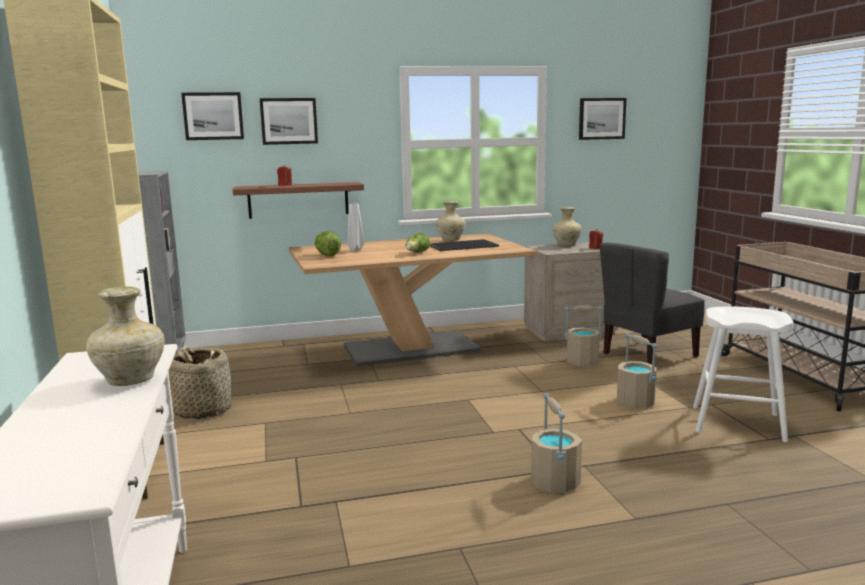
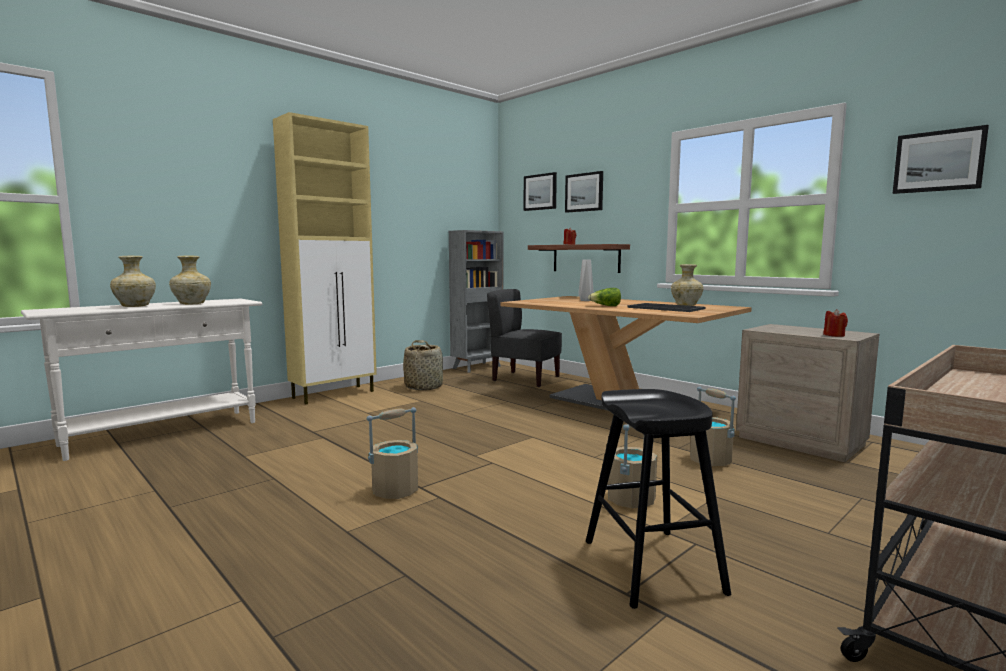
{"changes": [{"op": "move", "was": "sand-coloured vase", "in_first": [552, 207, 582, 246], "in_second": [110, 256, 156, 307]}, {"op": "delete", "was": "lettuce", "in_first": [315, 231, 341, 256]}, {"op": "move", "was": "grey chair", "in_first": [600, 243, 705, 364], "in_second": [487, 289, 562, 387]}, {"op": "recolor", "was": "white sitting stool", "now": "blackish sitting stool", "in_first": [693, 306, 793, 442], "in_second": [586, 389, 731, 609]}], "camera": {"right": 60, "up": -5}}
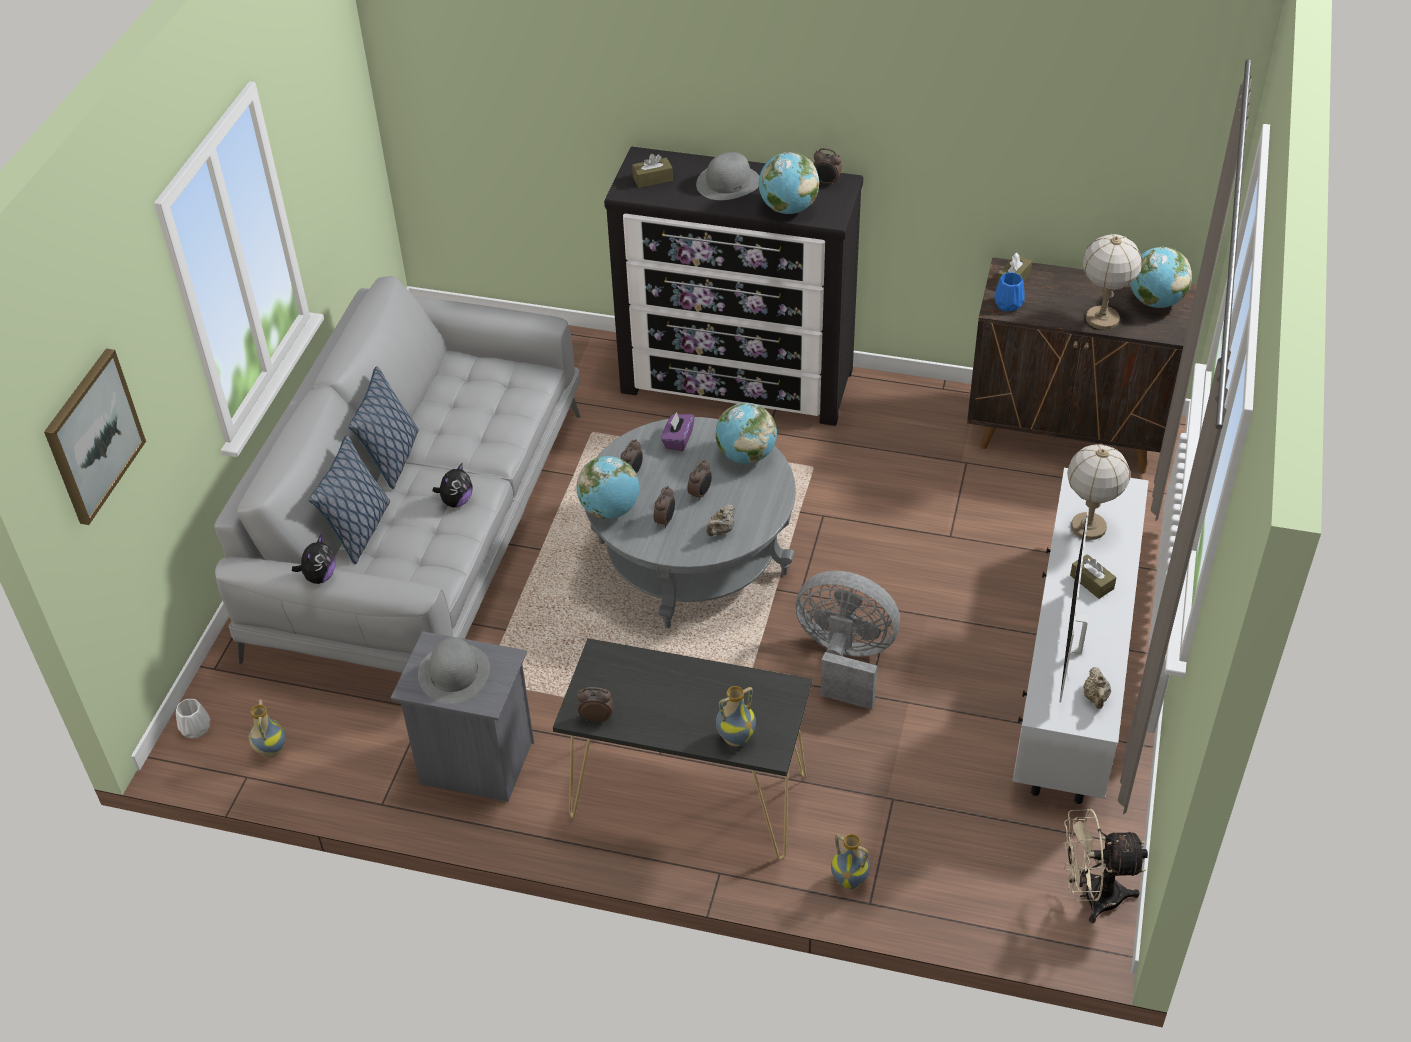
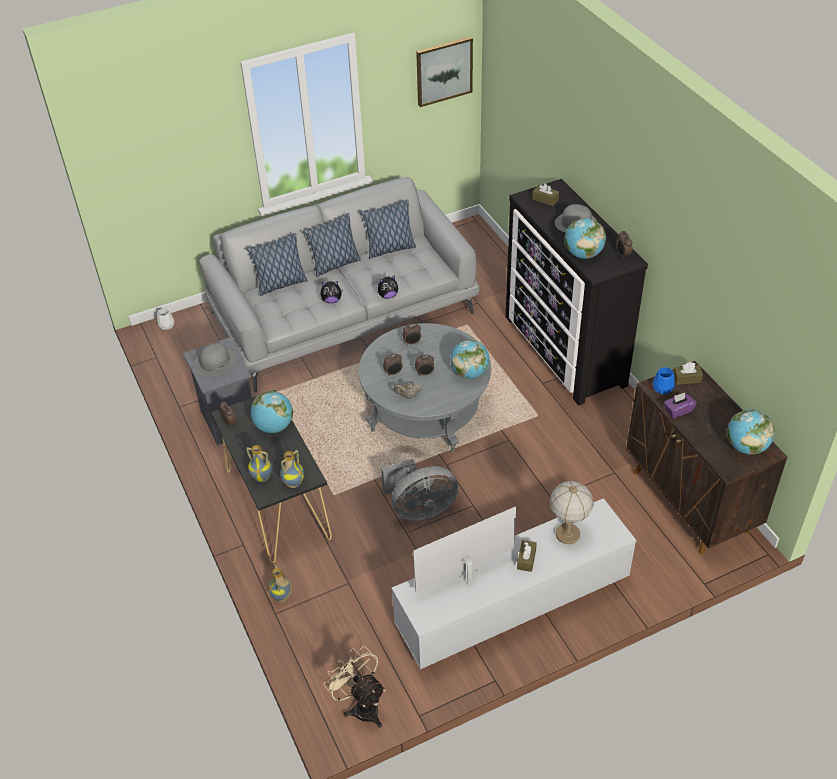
{"changes": [{"op": "delete", "was": "tabletop lamp", "in_first": [1083, 234, 1142, 330]}, {"op": "move", "was": "picture", "in_first": [44, 348, 146, 525], "in_second": [416, 36, 473, 107]}, {"op": "move", "was": "purple-coloured box of tissues", "in_first": [661, 412, 694, 451], "in_second": [664, 393, 696, 418]}, {"op": "move", "was": "world globe", "in_first": [576, 456, 639, 519], "in_second": [251, 391, 293, 433]}, {"op": "move", "was": "soft toy", "in_first": [292, 535, 335, 584], "in_second": [378, 275, 398, 299]}, {"op": "rotate", "was": "grey electric fan", "in_first": [796, 571, 900, 709], "in_second": [381, 459, 459, 521], "clockwise": 90}, {"op": "delete", "was": "sand-coloured pot for tea", "in_first": [1083, 667, 1111, 709]}, {"op": "move", "was": "vase", "in_first": [249, 699, 286, 758], "in_second": [280, 450, 304, 488]}, {"op": "insert", "now": "cushion", "in_second": [360, 200, 416, 259]}], "camera": {"right": 50, "up": 0}}
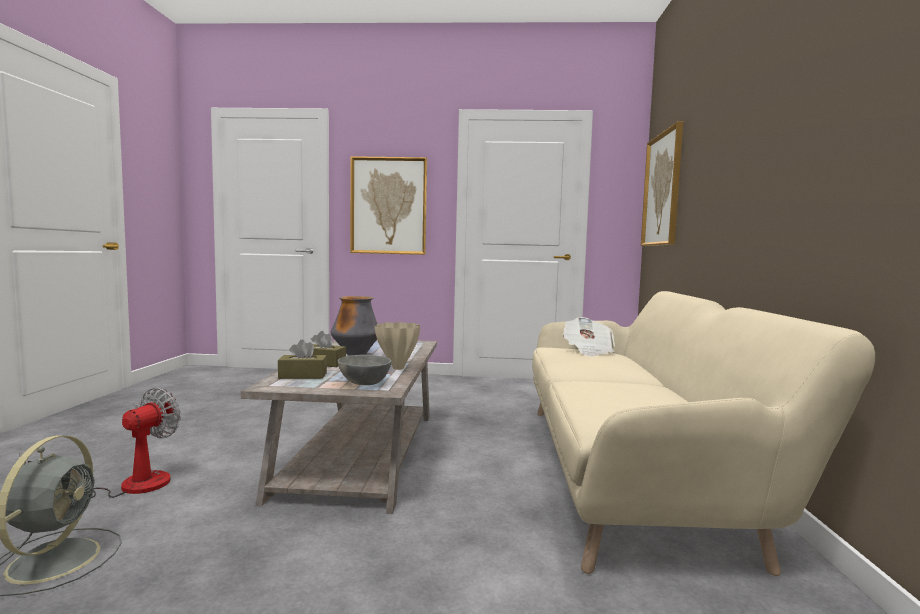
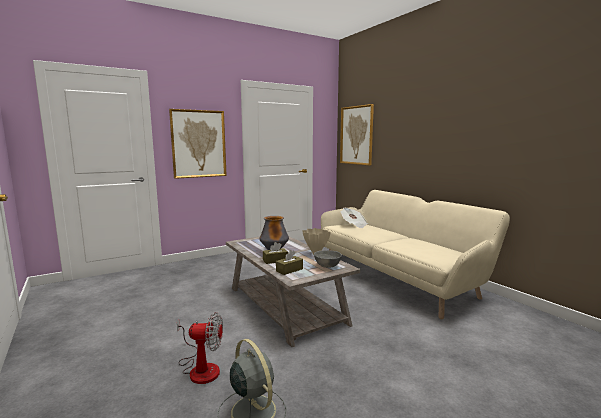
{"changes": [{"op": "rotate", "was": "electric fan", "in_first": [19, 388, 181, 498], "in_second": [177, 312, 223, 384], "clockwise": 105}], "camera": {"right": -35, "up": 5}}
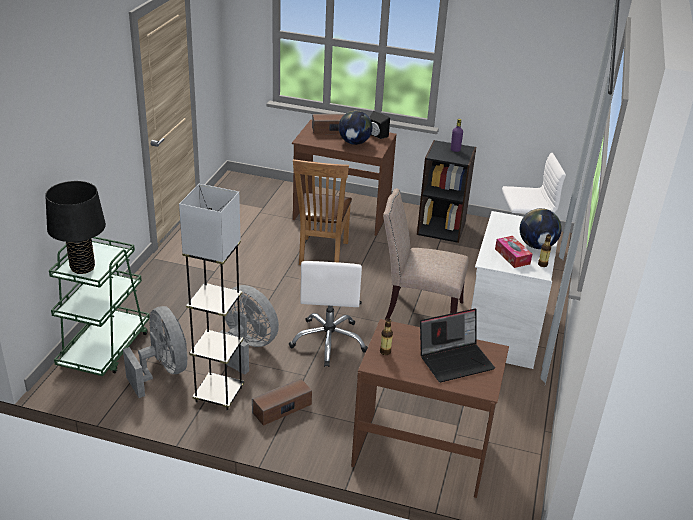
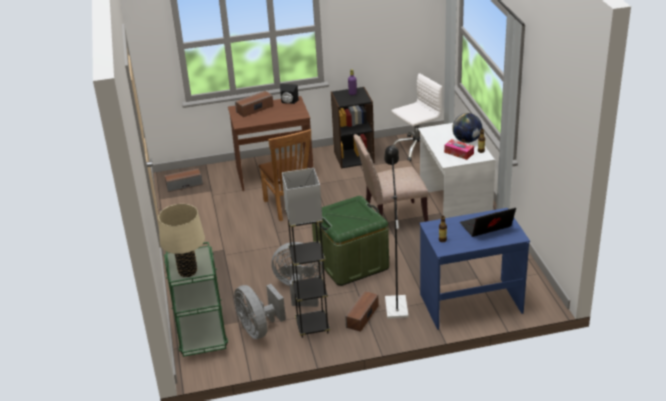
{"changes": [{"op": "delete", "was": "world globe", "in_first": [339, 110, 372, 145]}, {"op": "recolor", "was": "blackish tabletop lamp", "now": "sand-coloured tabletop lamp", "in_first": [45, 181, 106, 274], "in_second": [158, 204, 205, 277]}, {"op": "replace", "was": "white office chair", "now": "greenish storage container", "in_first": [289, 261, 368, 367], "in_second": [312, 196, 389, 286]}, {"op": "rotate", "was": "grey electric fan", "in_first": [123, 306, 188, 398], "in_second": [234, 284, 286, 339], "clockwise": -150}, {"op": "rotate", "was": "notebook computer", "in_first": [420, 309, 495, 383], "in_second": [460, 208, 516, 237], "clockwise": -150}, {"op": "recolor", "was": "brown desk", "now": "blue-coloured desk", "in_first": [351, 319, 509, 498], "in_second": [419, 208, 530, 330]}, {"op": "insert", "now": "blackish floor lamp", "in_second": [384, 145, 408, 319]}, {"op": "insert", "now": "speaker", "in_second": [164, 168, 203, 192]}], "camera": {"right": -25, "up": 0}}
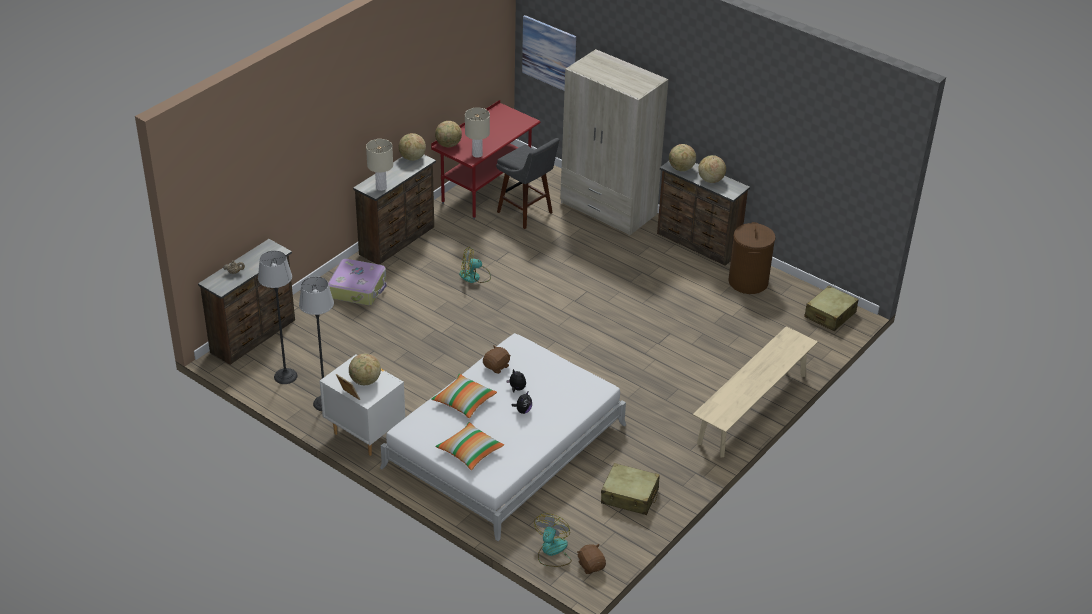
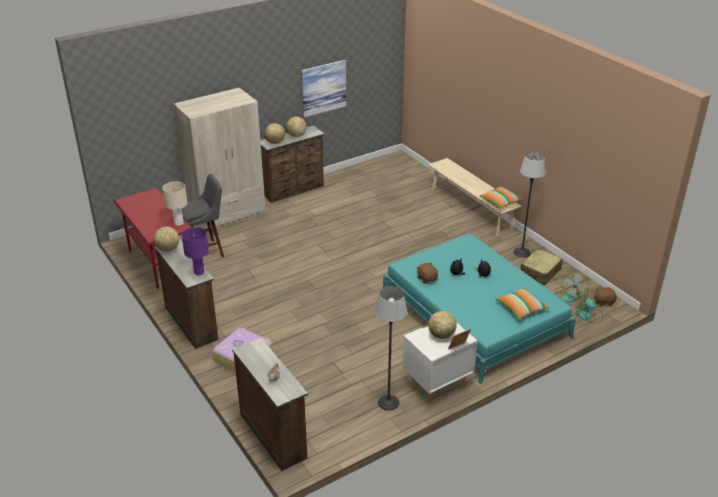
{"changes": [{"op": "move", "was": "picture", "in_first": [522, 15, 577, 91], "in_second": [302, 60, 346, 118]}, {"op": "delete", "was": "world globe", "in_first": [435, 121, 462, 147]}, {"op": "recolor", "was": "sand-coloured tabletop lamp", "now": "purple-coloured tabletop lamp", "in_first": [366, 139, 393, 191], "in_second": [182, 227, 209, 275]}, {"op": "delete", "was": "brown laundry basket", "in_first": [728, 222, 776, 294]}, {"op": "move", "was": "electric fan", "in_first": [459, 247, 491, 283], "in_second": [555, 272, 589, 302]}, {"op": "move", "was": "floor lamp", "in_first": [258, 251, 298, 384], "in_second": [513, 152, 546, 258]}, {"op": "delete", "was": "sand-coloured piece of luggage", "in_first": [804, 285, 859, 331]}, {"op": "recolor", "was": "white sleeping bed", "now": "blue-green sleeping bed", "in_first": [380, 333, 626, 541], "in_second": [383, 234, 576, 384]}, {"op": "move", "was": "cushion", "in_first": [431, 374, 497, 418], "in_second": [479, 186, 523, 209]}], "camera": {"right": -70, "up": -5}}
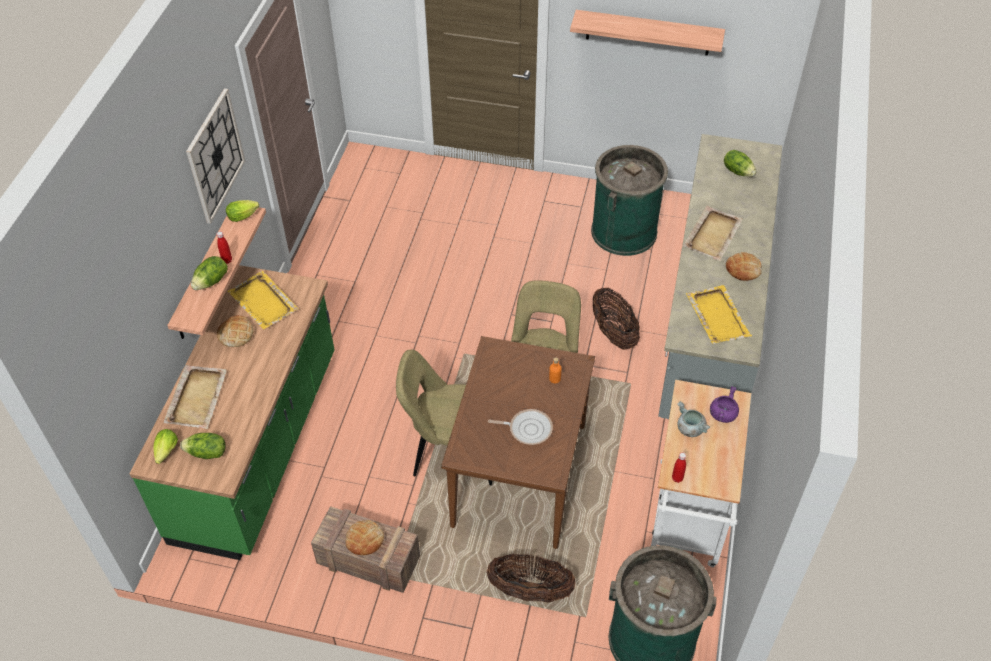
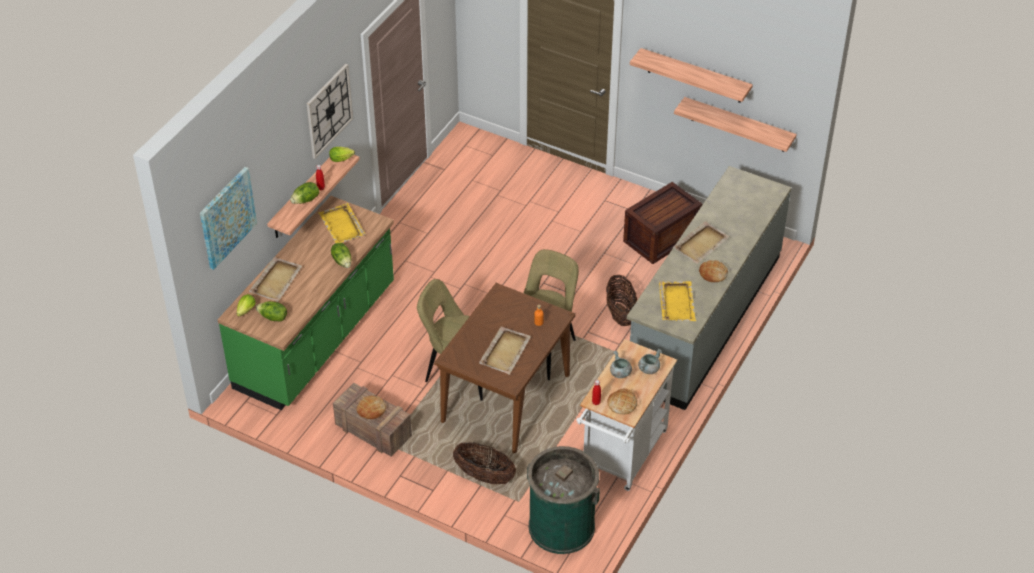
{"changes": [{"op": "replace", "was": "greenish rubbish bin", "now": "packing crate", "in_first": [591, 145, 668, 256], "in_second": [623, 182, 702, 264]}, {"op": "move", "was": "lettuce", "in_first": [724, 150, 756, 177], "in_second": [331, 243, 351, 268]}, {"op": "move", "was": "baked bread", "in_first": [217, 315, 254, 347], "in_second": [608, 389, 637, 414]}, {"op": "recolor", "was": "purple-coloured saucepot", "now": "grey saucepot", "in_first": [710, 386, 739, 423], "in_second": [638, 349, 662, 374]}, {"op": "replace", "was": "frying pan", "now": "sand-coloured tray", "in_first": [488, 409, 553, 445], "in_second": [479, 326, 531, 375]}, {"op": "insert", "now": "wall shelf", "in_second": [674, 97, 797, 152]}, {"op": "insert", "now": "picture", "in_second": [200, 167, 257, 270]}], "camera": {"right": 15, "up": -5}}
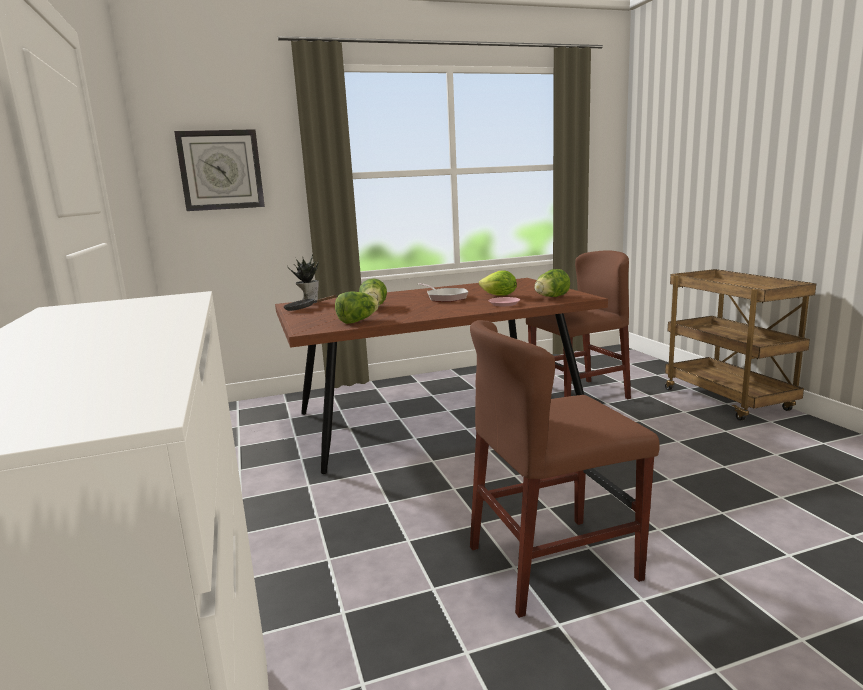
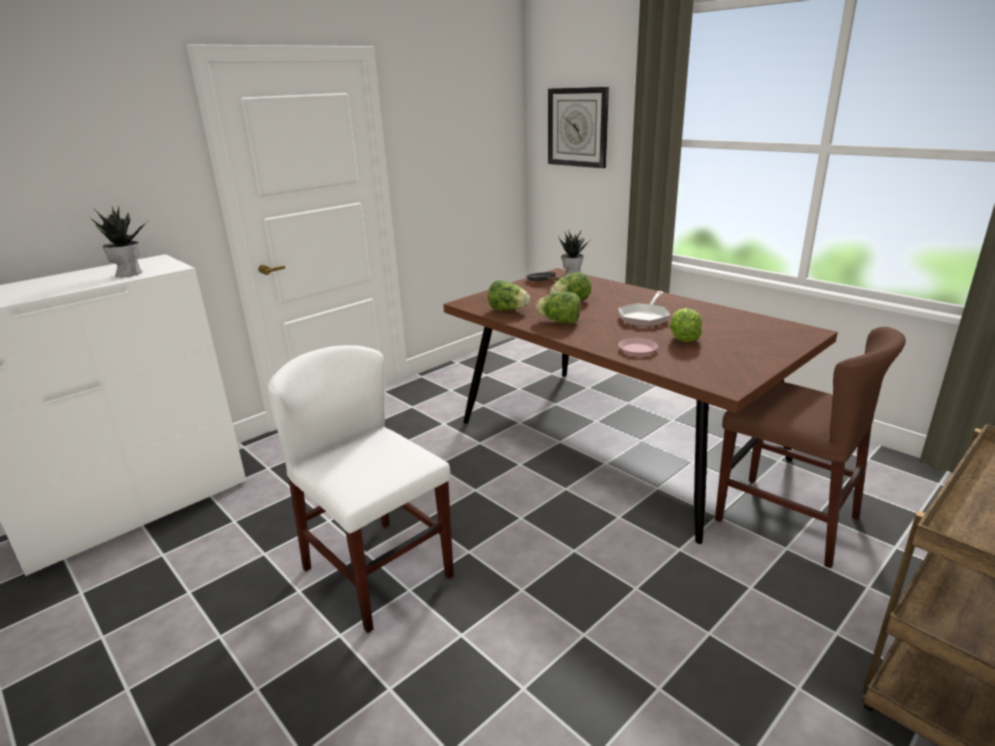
{"changes": [{"op": "move", "was": "lettuce", "in_first": [534, 269, 570, 297], "in_second": [536, 292, 581, 324]}, {"op": "recolor", "was": "brown chair", "now": "white chair", "in_first": [470, 320, 660, 618], "in_second": [268, 345, 454, 633]}, {"op": "insert", "now": "plant in a pot", "in_second": [91, 206, 148, 277]}], "camera": {"right": 65, "up": 10}}
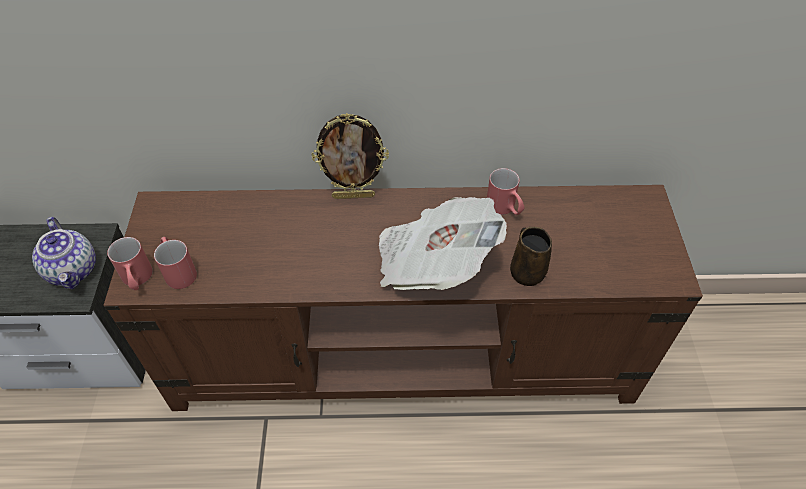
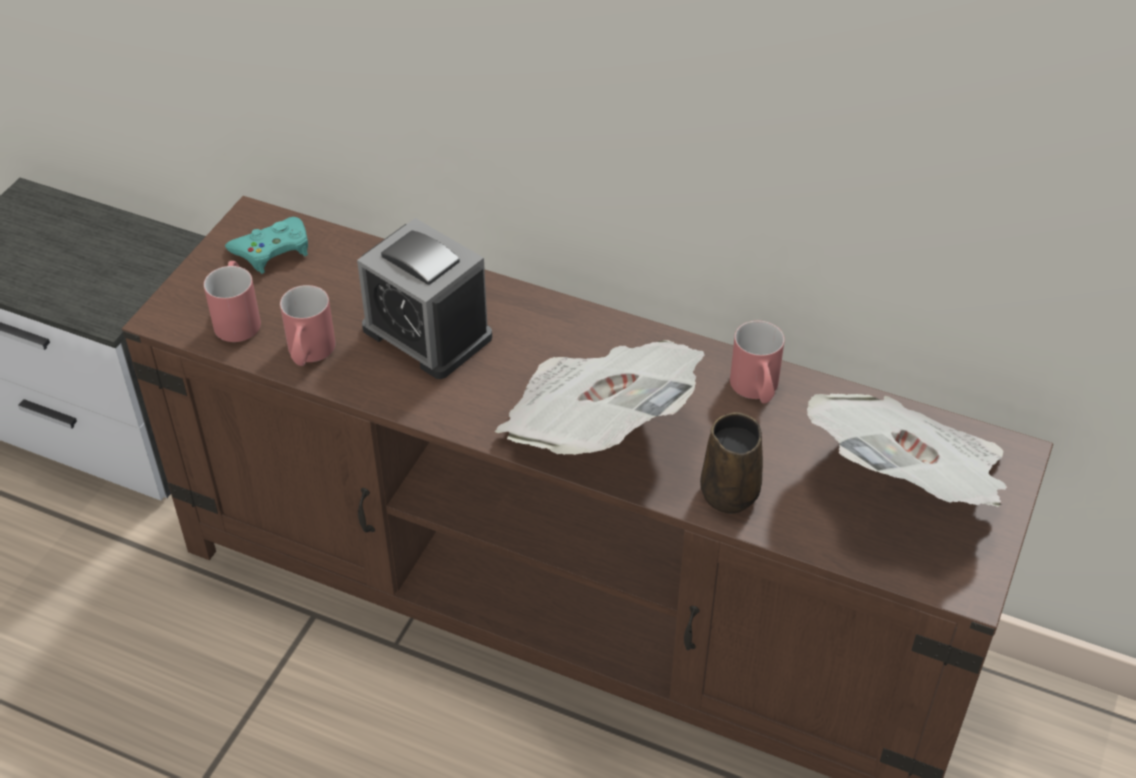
{"changes": [{"op": "delete", "was": "photo frame", "in_first": [312, 113, 389, 199]}, {"op": "delete", "was": "pot for tea", "in_first": [32, 217, 96, 289]}, {"op": "move", "was": "red-coloured tea mug", "in_first": [107, 237, 153, 290], "in_second": [280, 285, 336, 366]}, {"op": "insert", "now": "blue-green game controller", "in_second": [225, 217, 308, 274]}, {"op": "insert", "now": "alarm clock", "in_second": [357, 218, 492, 379]}, {"op": "insert", "now": "newspaper", "in_second": [807, 394, 1007, 507]}], "camera": {"right": 25, "up": -5}}
